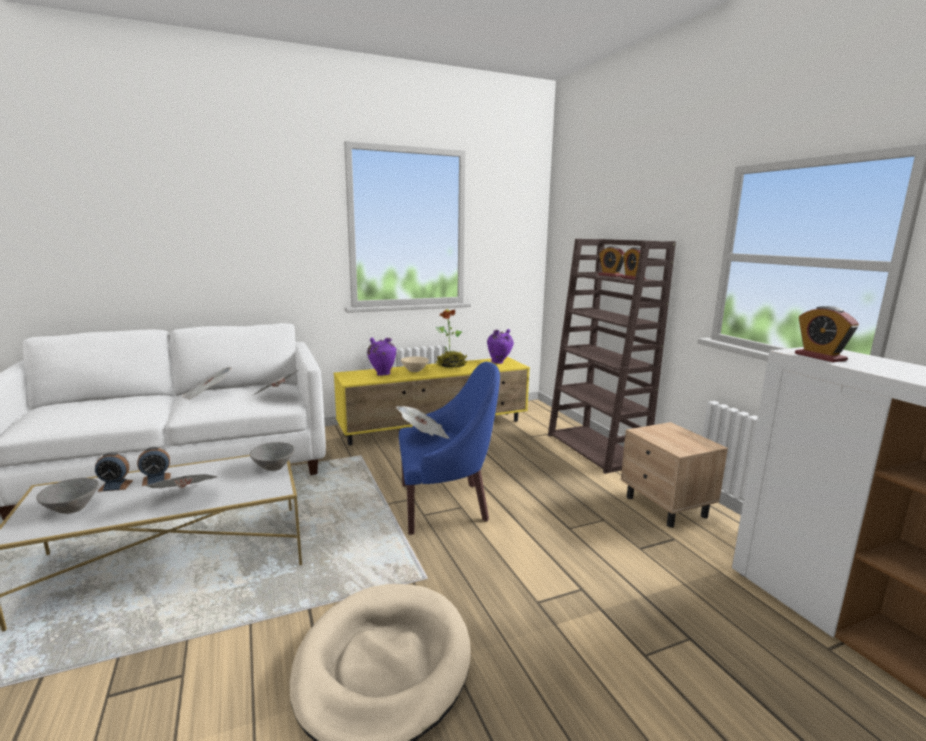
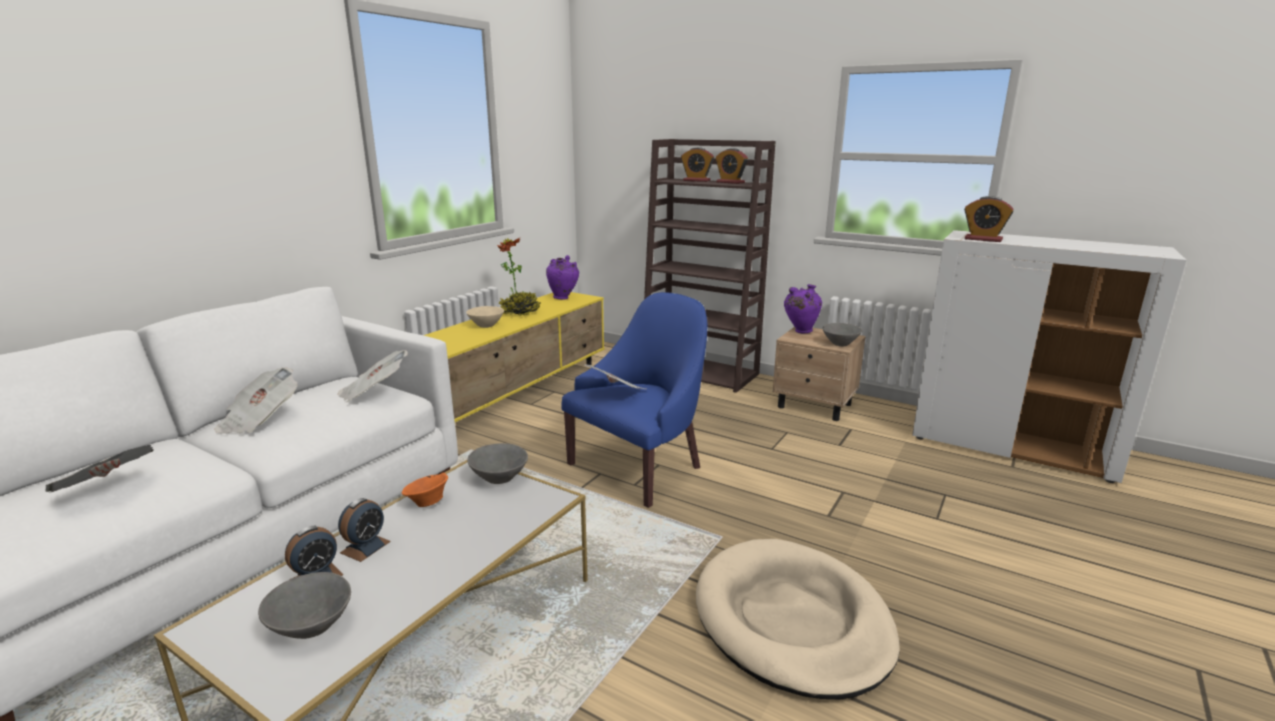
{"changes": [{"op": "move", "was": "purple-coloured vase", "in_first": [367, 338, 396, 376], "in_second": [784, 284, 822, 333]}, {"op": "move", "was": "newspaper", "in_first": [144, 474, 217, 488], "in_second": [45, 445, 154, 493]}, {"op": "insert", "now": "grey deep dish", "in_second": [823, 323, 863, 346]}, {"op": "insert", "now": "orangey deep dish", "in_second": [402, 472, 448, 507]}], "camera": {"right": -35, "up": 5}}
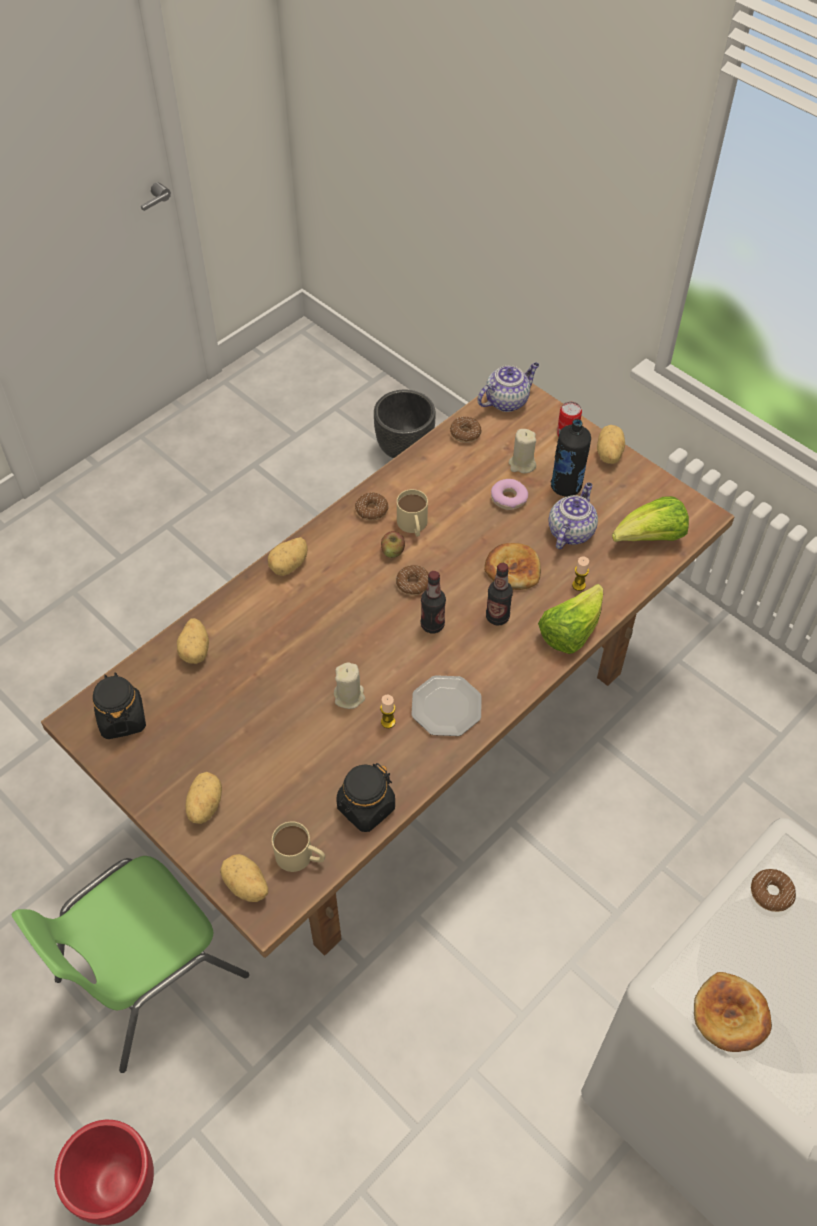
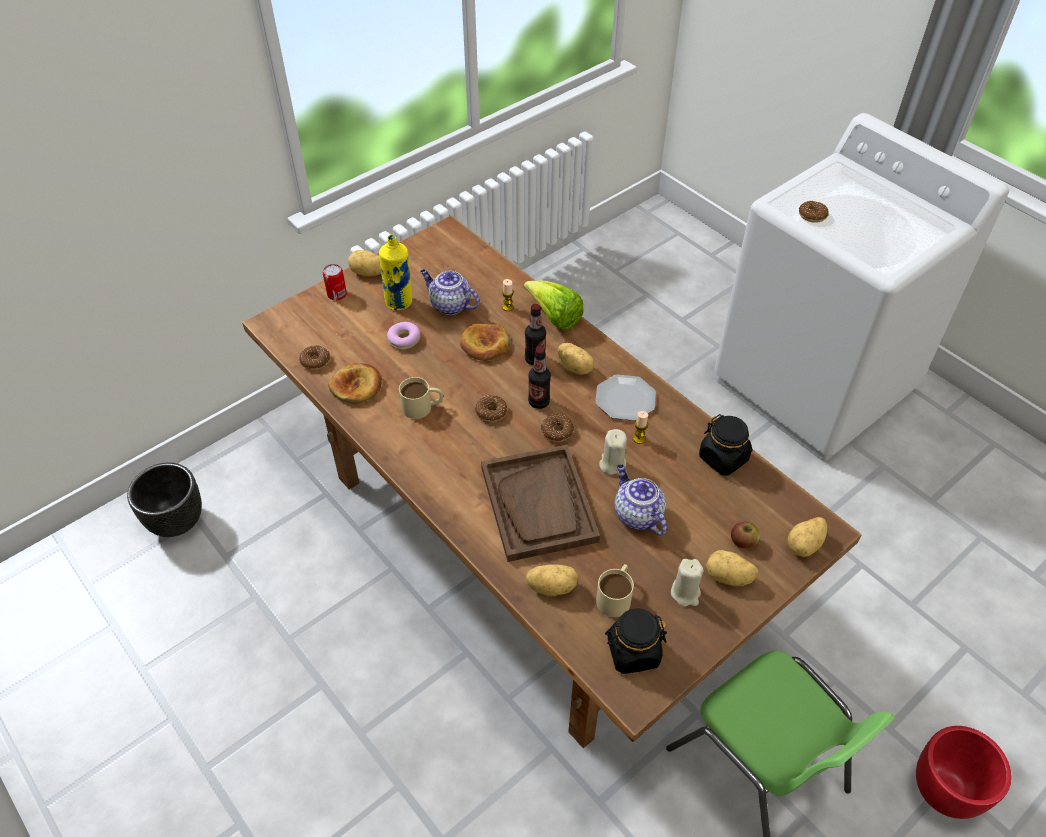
{"changes": [{"op": "move", "was": "pot for tea", "in_first": [477, 363, 539, 412], "in_second": [614, 464, 667, 536]}, {"op": "recolor", "was": "blackish bottle", "now": "yellow bottle", "in_first": [551, 419, 591, 497], "in_second": [379, 235, 412, 310]}, {"op": "move", "was": "sand-coloured candle", "in_first": [509, 429, 536, 473], "in_second": [671, 559, 703, 607]}, {"op": "move", "was": "ring doughnut", "in_first": [355, 492, 389, 521], "in_second": [541, 414, 574, 442]}, {"op": "delete", "was": "lettuce", "in_first": [612, 496, 689, 542]}, {"op": "move", "was": "apple", "in_first": [381, 531, 405, 558], "in_second": [731, 522, 760, 548]}, {"op": "move", "was": "spud", "in_first": [268, 537, 308, 576], "in_second": [558, 343, 595, 375]}, {"op": "move", "was": "sand-coloured tea mug", "in_first": [272, 821, 325, 872], "in_second": [596, 564, 634, 617]}, {"op": "move", "was": "baked bread", "in_first": [694, 972, 772, 1052], "in_second": [328, 363, 382, 404]}, {"op": "insert", "now": "brown tray", "in_second": [481, 445, 600, 562]}], "camera": {"right": -85, "up": -5}}
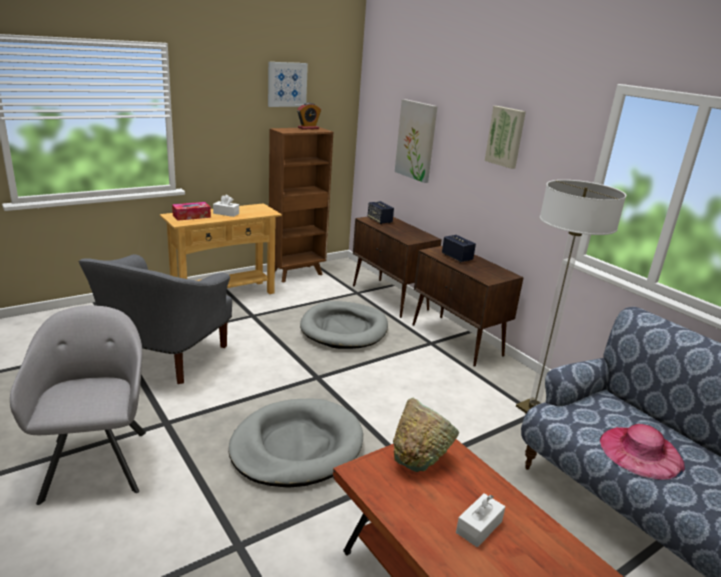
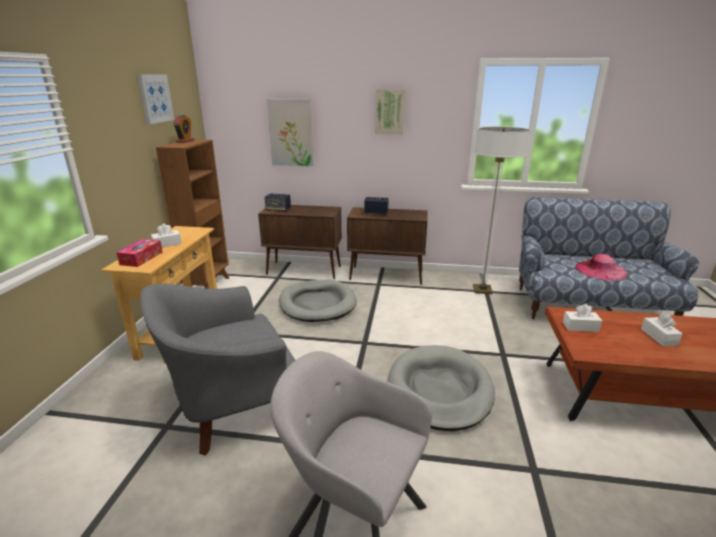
{"changes": [{"op": "rotate", "was": "grey easy chair", "in_first": [78, 254, 232, 384], "in_second": [141, 284, 295, 456], "clockwise": 90}, {"op": "replace", "was": "greenish deep dish", "now": "white box of tissues", "in_first": [393, 398, 459, 472], "in_second": [563, 304, 602, 332]}], "camera": {"right": -45, "up": 0}}
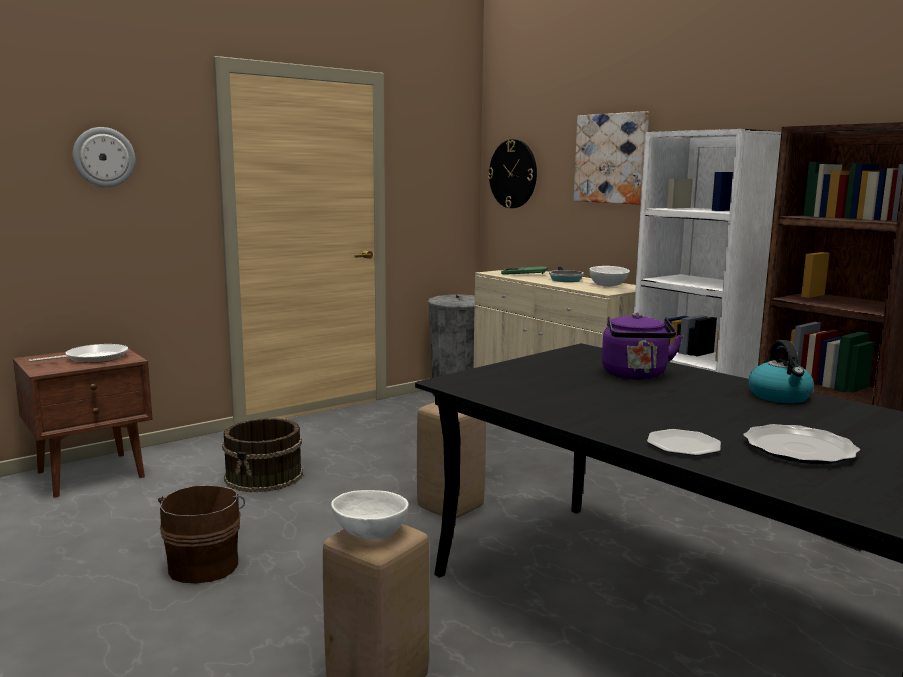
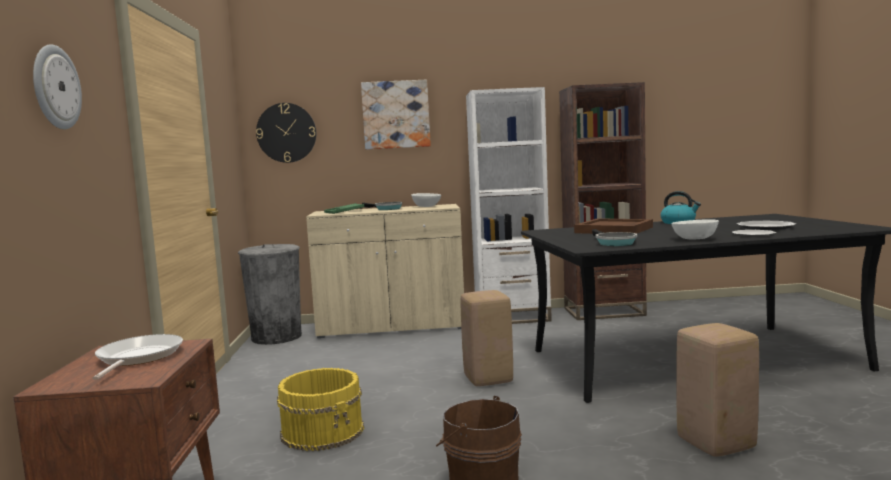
{"changes": [{"op": "replace", "was": "purple-coloured tea kettle", "now": "brown tray", "in_first": [602, 312, 683, 379], "in_second": [574, 218, 653, 234]}, {"op": "recolor", "was": "brown water bucket", "now": "yellow water bucket", "in_first": [222, 418, 303, 492], "in_second": [277, 368, 364, 451]}, {"op": "move", "was": "white deep dish", "in_first": [331, 490, 408, 539], "in_second": [671, 219, 719, 239]}, {"op": "insert", "now": "frying pan", "in_second": [592, 229, 637, 246]}], "camera": {"right": -55, "up": -5}}
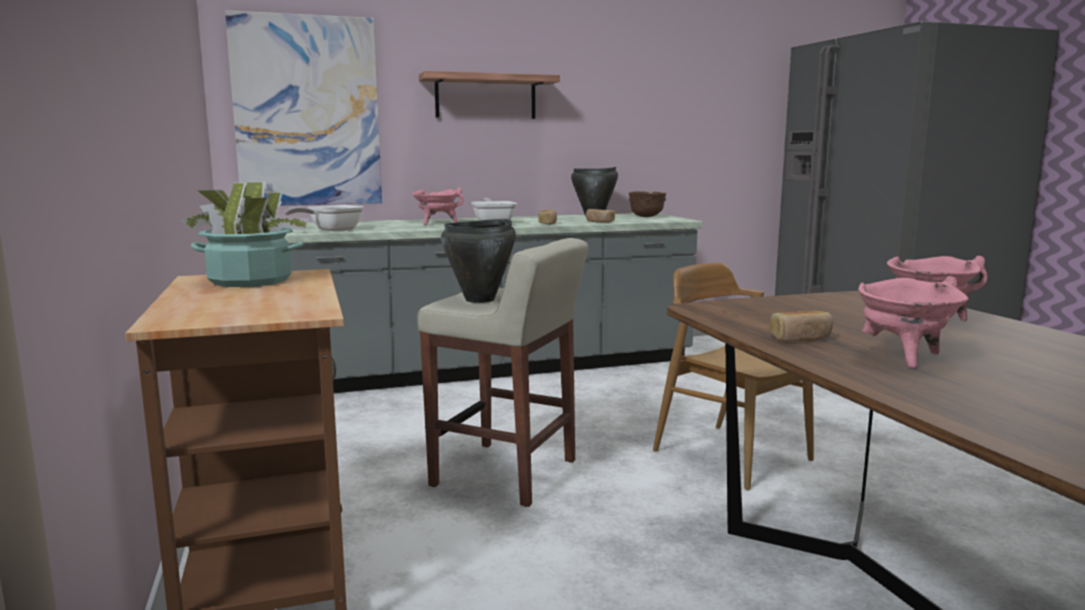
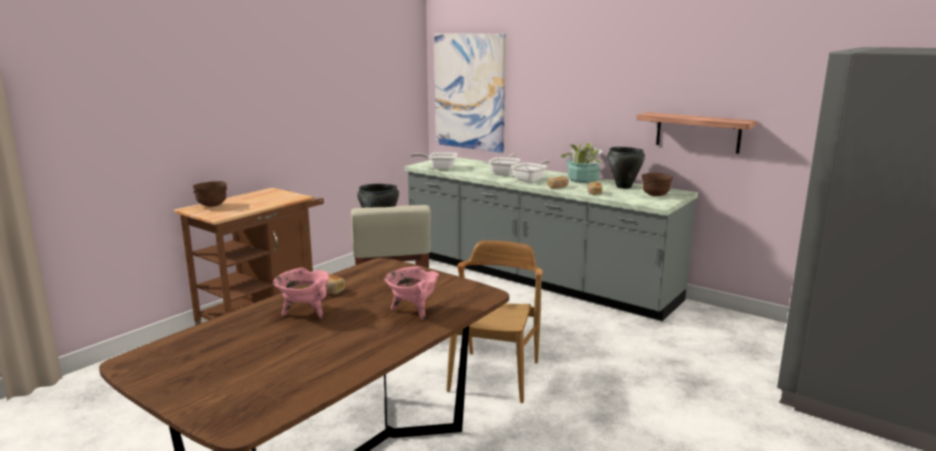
{"changes": [{"op": "move", "was": "wall shelf", "in_first": [419, 71, 560, 119], "in_second": [636, 112, 757, 154]}, {"op": "move", "was": "plant in a pot", "in_first": [179, 182, 309, 287], "in_second": [559, 143, 602, 183]}, {"op": "replace", "was": "pink saucepot", "now": "frying pan", "in_first": [412, 187, 464, 225], "in_second": [488, 154, 520, 176]}, {"op": "insert", "now": "brown deep dish", "in_second": [193, 181, 227, 207]}], "camera": {"right": 55, "up": 5}}
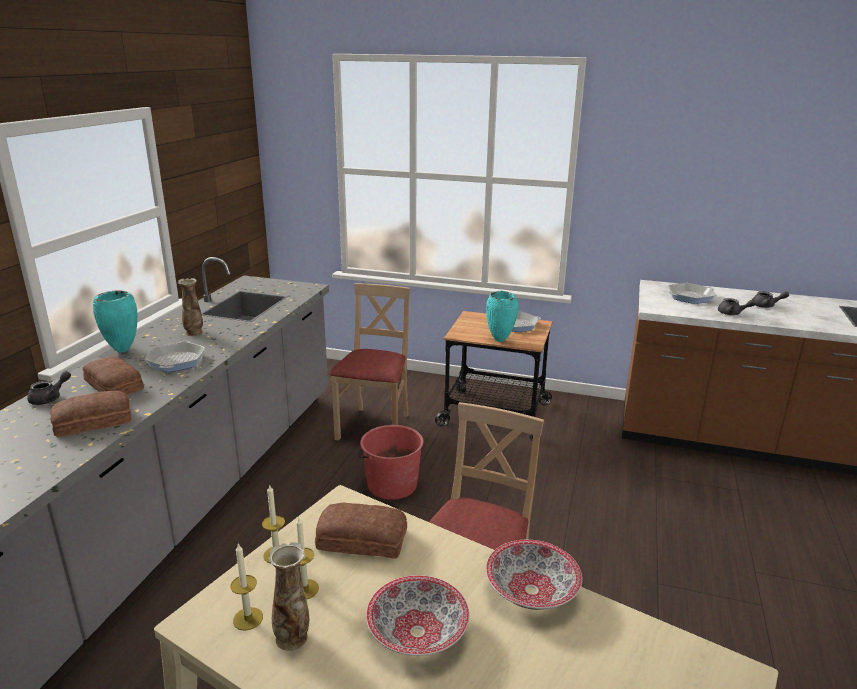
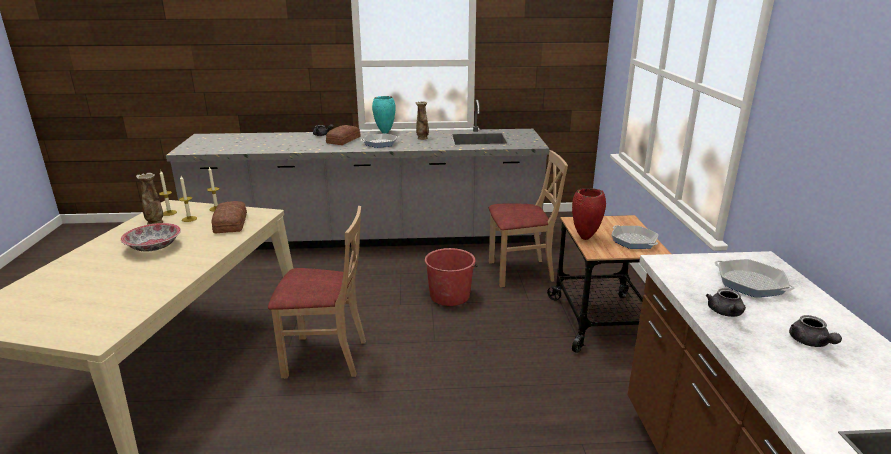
{"changes": [{"op": "recolor", "was": "blue-green vase", "now": "red-coloured vase", "in_first": [486, 291, 518, 342], "in_second": [572, 188, 606, 240]}, {"op": "delete", "was": "baked bread", "in_first": [50, 391, 132, 438]}, {"op": "delete", "was": "deep dish", "in_first": [486, 540, 582, 610]}], "camera": {"right": 70, "up": 0}}
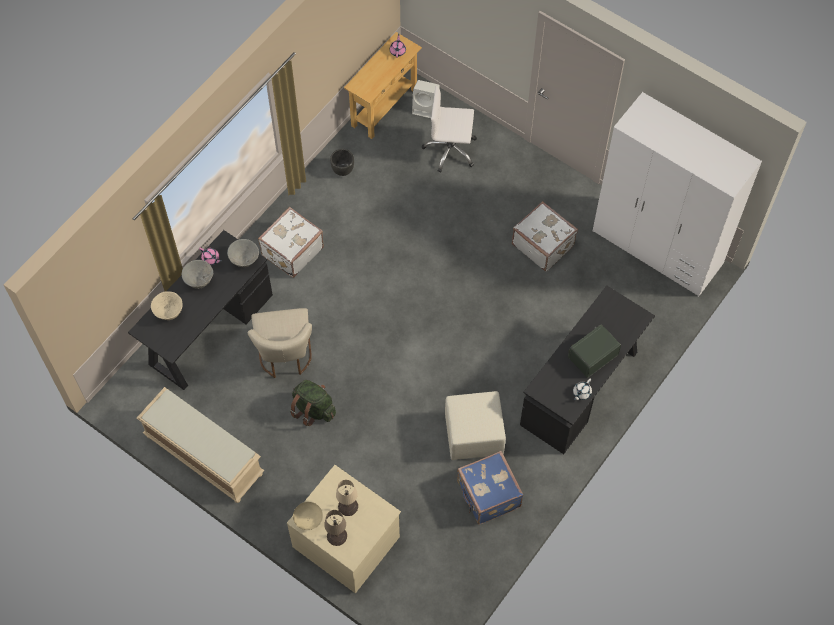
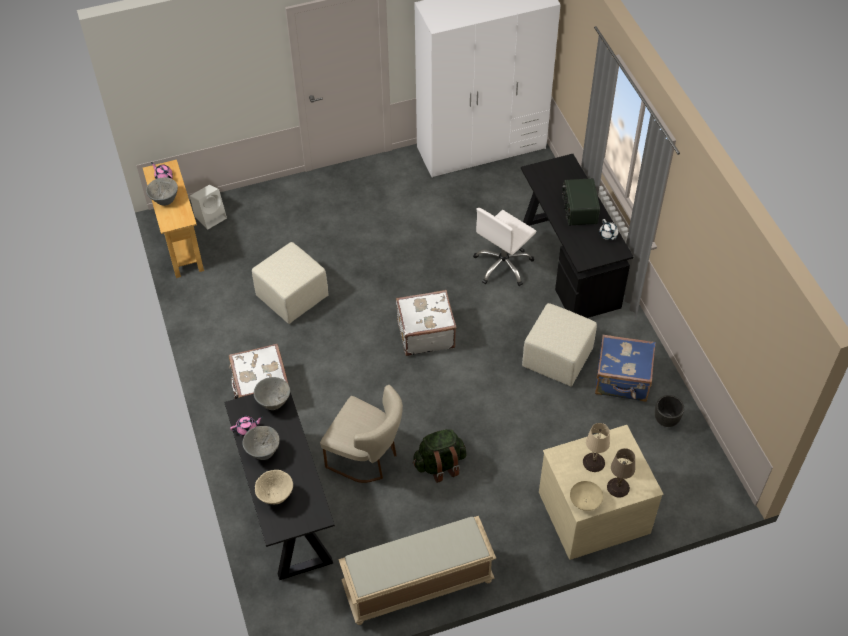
{"changes": [{"op": "move", "was": "white office chair", "in_first": [422, 86, 477, 172], "in_second": [473, 208, 536, 286]}, {"op": "move", "was": "blackish plant pot", "in_first": [330, 149, 354, 176], "in_second": [655, 395, 684, 427]}, {"op": "move", "was": "white piece of luggage", "in_first": [512, 201, 578, 272], "in_second": [396, 290, 456, 356]}, {"op": "insert", "now": "grey deep dish", "in_second": [146, 177, 178, 206]}, {"op": "insert", "now": "sand-coloured ottoman", "in_second": [252, 242, 329, 324]}], "camera": {"right": -55, "up": -10}}
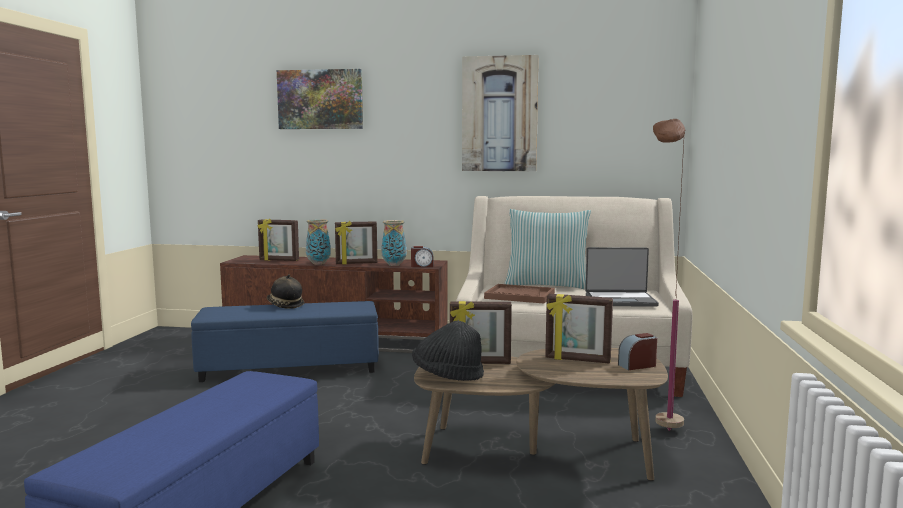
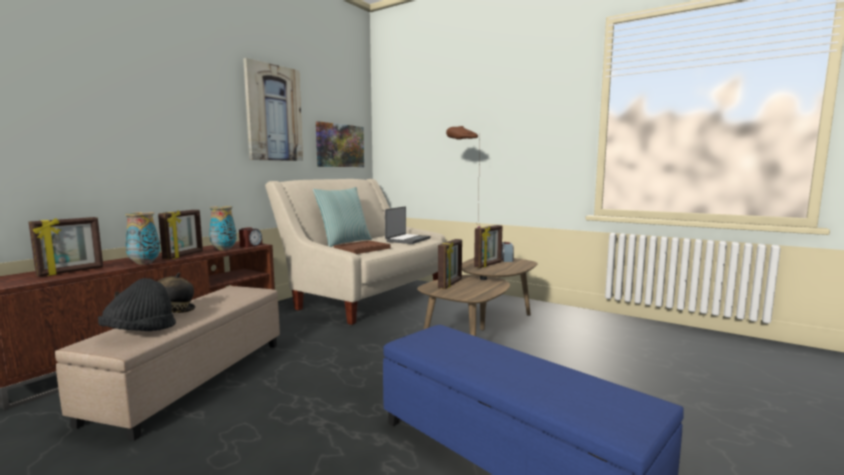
{"changes": [{"op": "move", "was": "picture", "in_first": [277, 69, 363, 129], "in_second": [316, 121, 364, 167]}, {"op": "recolor", "was": "blue-coloured ottoman", "now": "sand-coloured ottoman", "in_first": [191, 301, 379, 382], "in_second": [55, 286, 280, 441]}, {"op": "move", "was": "blackish wearable hat", "in_first": [412, 321, 484, 381], "in_second": [98, 278, 176, 331]}], "camera": {"right": -65, "up": 0}}
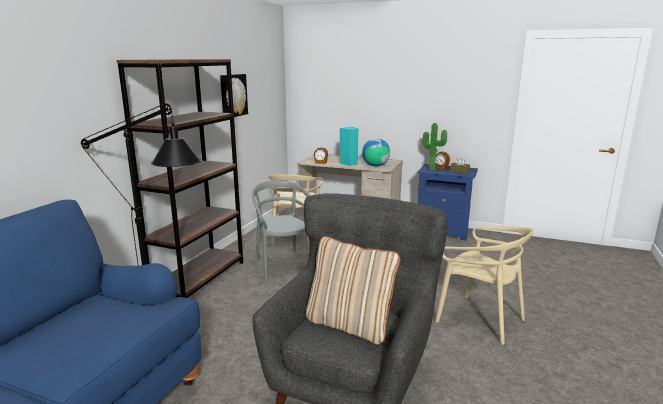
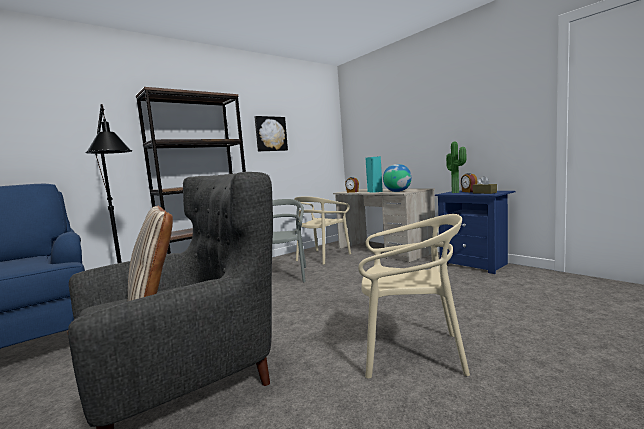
{"changes": [{"op": "rotate", "was": "sand-coloured chair", "in_first": [435, 226, 534, 345], "in_second": [358, 214, 470, 379], "clockwise": -60}], "camera": {"right": 30, "up": -10}}
